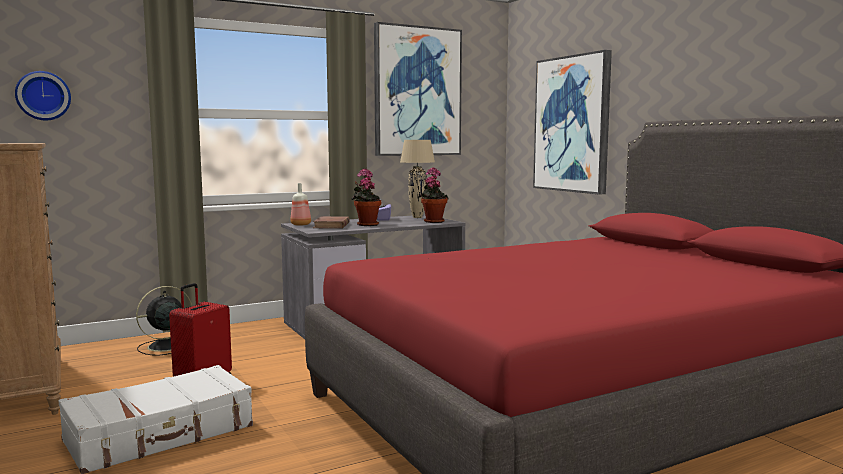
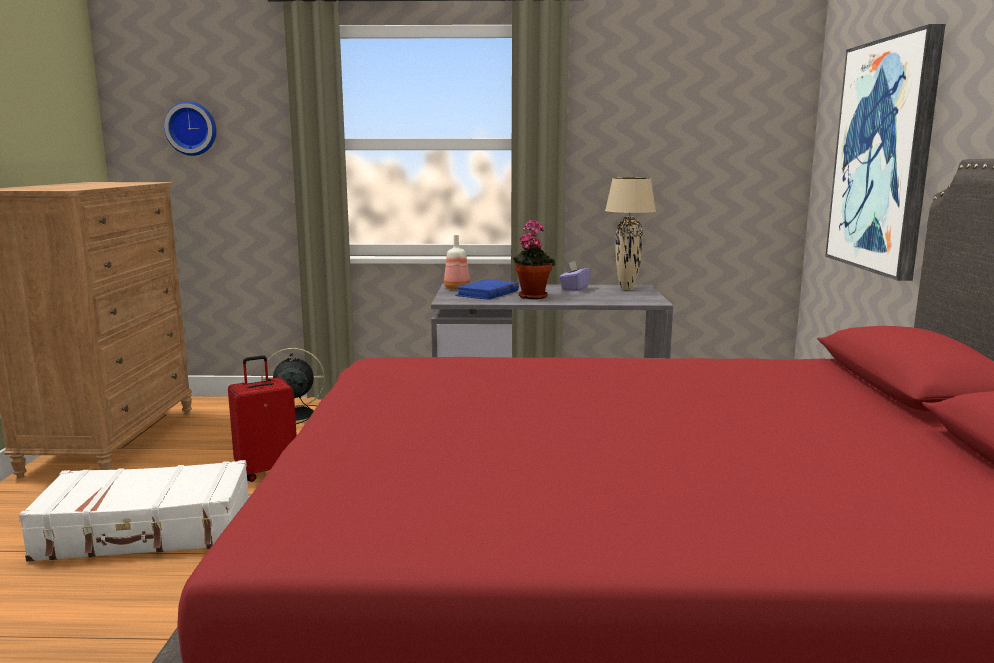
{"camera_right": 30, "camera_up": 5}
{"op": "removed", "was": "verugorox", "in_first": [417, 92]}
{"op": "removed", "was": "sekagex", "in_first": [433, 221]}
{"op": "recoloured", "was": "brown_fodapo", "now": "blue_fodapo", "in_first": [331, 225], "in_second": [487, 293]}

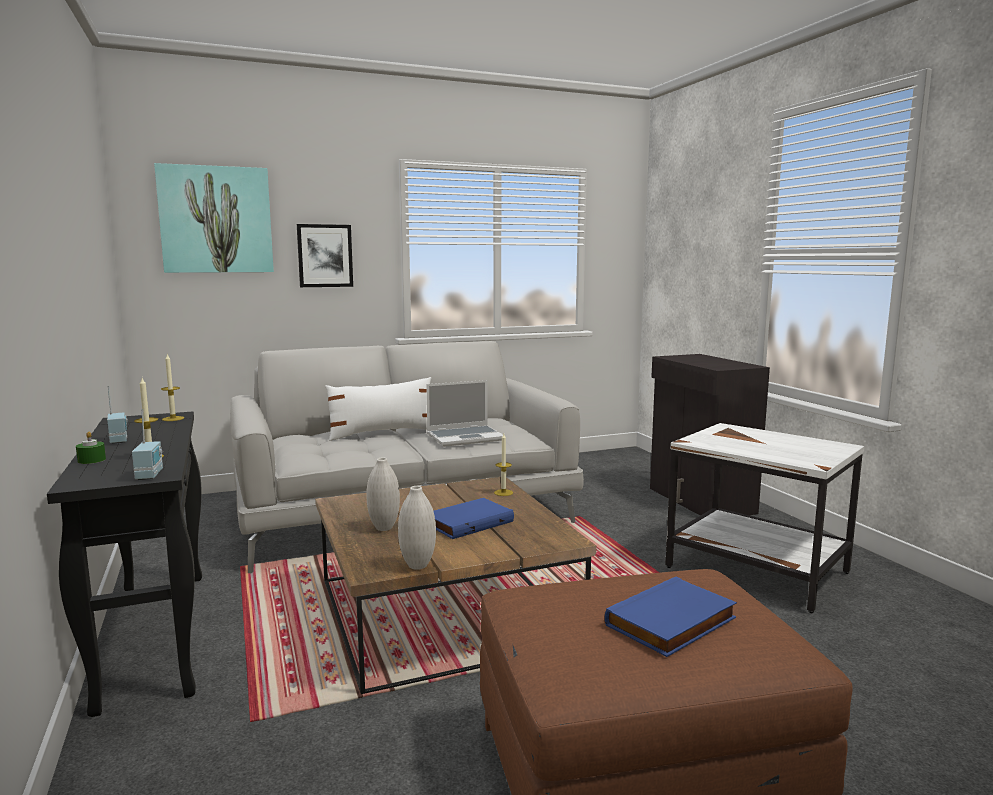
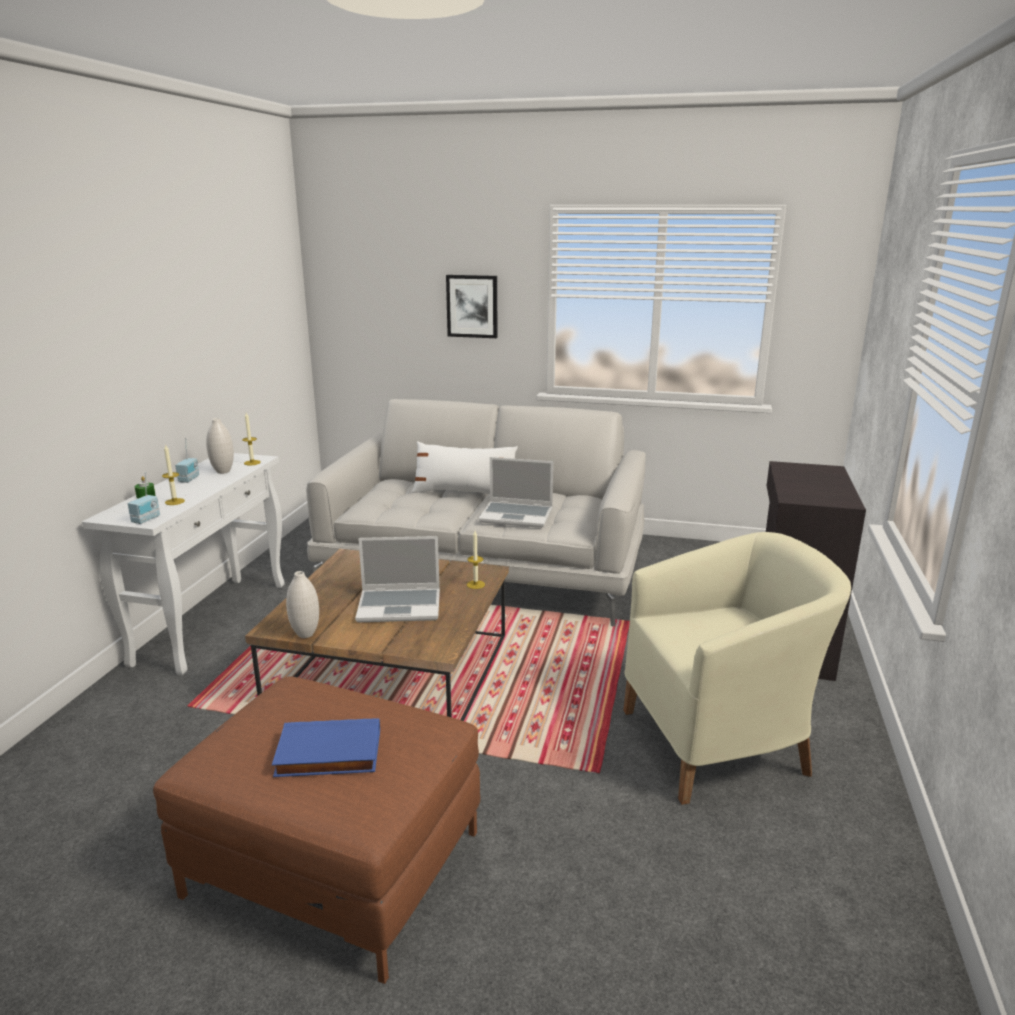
{"camera_right": 35, "camera_up": 10}
{"op": "removed", "was": "verugorox", "in_first": [216, 220]}
{"op": "moved", "was": "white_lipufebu", "in_first": [384, 528], "in_second": [223, 472]}
{"op": "replaced", "was": "blue_fodapo", "now": "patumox", "in_first": [468, 522], "in_second": [400, 606]}
{"op": "replaced", "was": "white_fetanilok", "now": "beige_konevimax", "in_first": [757, 570], "in_second": [719, 743]}
{"op": "recoloured", "was": "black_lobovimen", "now": "white_lobovimen", "in_first": [154, 634], "in_second": [213, 621]}

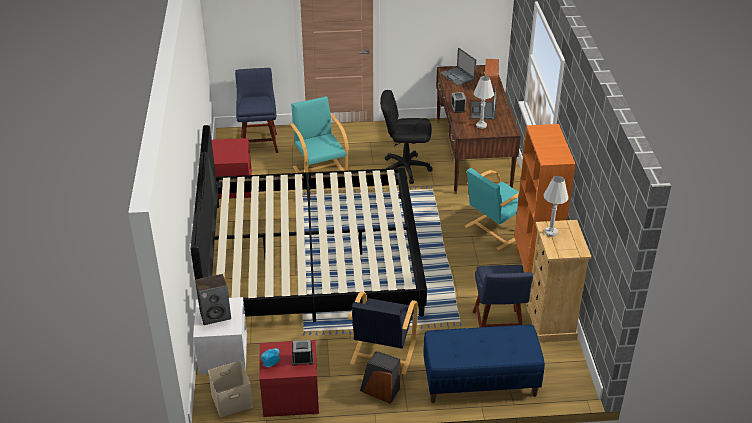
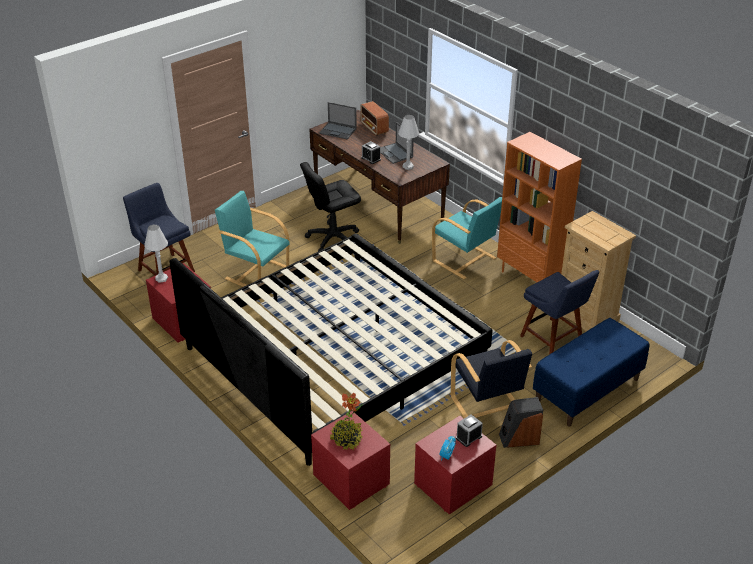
{"camera_right": -35, "camera_up": 0}
{"op": "removed", "was": "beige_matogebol", "in_first": [231, 401]}
{"op": "moved", "was": "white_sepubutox", "in_first": [551, 232], "in_second": [161, 278]}
{"op": "replaced", "was": "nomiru", "now": "sekagex", "in_first": [215, 315], "in_second": [346, 439]}
{"op": "recoloured", "was": "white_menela", "now": "red_menela", "in_first": [223, 354], "in_second": [350, 480]}
{"op": "turned", "was": "turquoise_konevimax", "in_first": [495, 230], "in_second": [465, 260], "clockwise": -60}

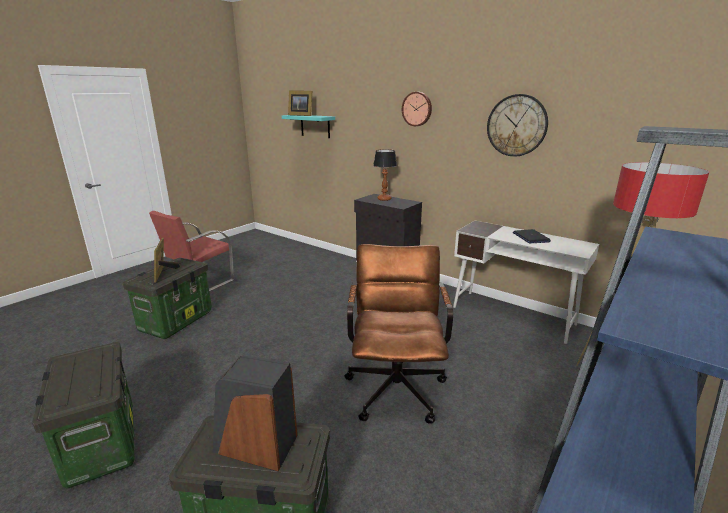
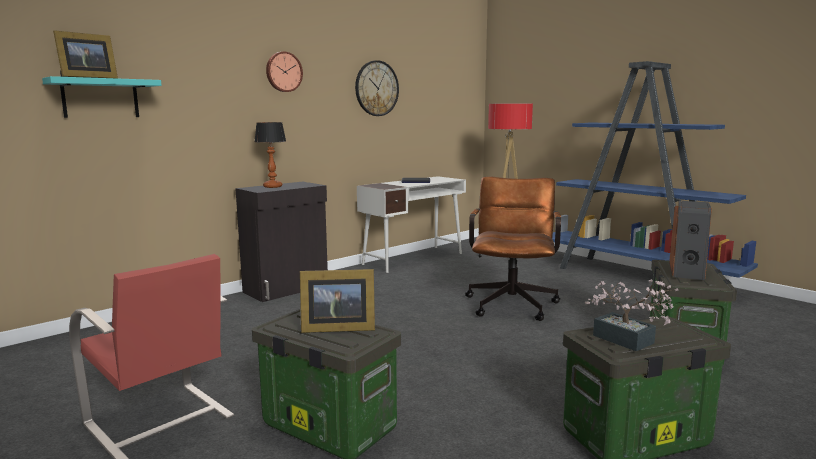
{"camera_right": -80, "camera_up": -10}
{"op": "added", "now": "sekagex", "in_second": [628, 341]}
{"op": "turned", "was": "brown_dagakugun", "in_first": [396, 384], "in_second": [512, 302], "clockwise": 90}

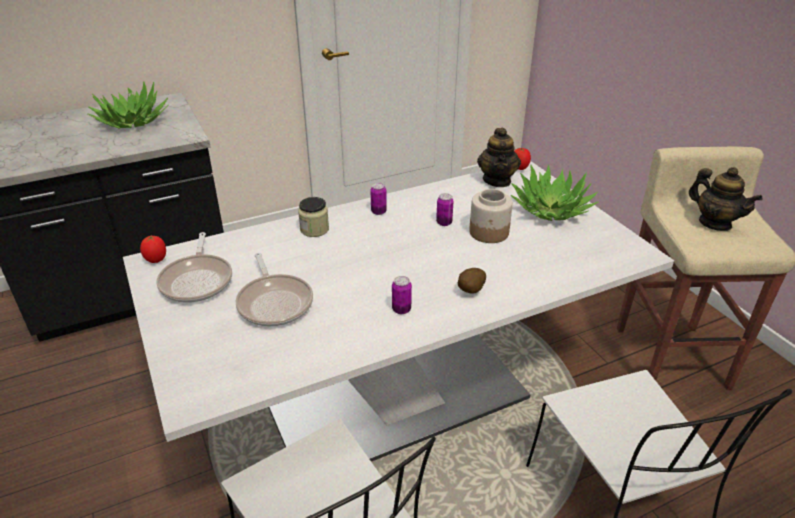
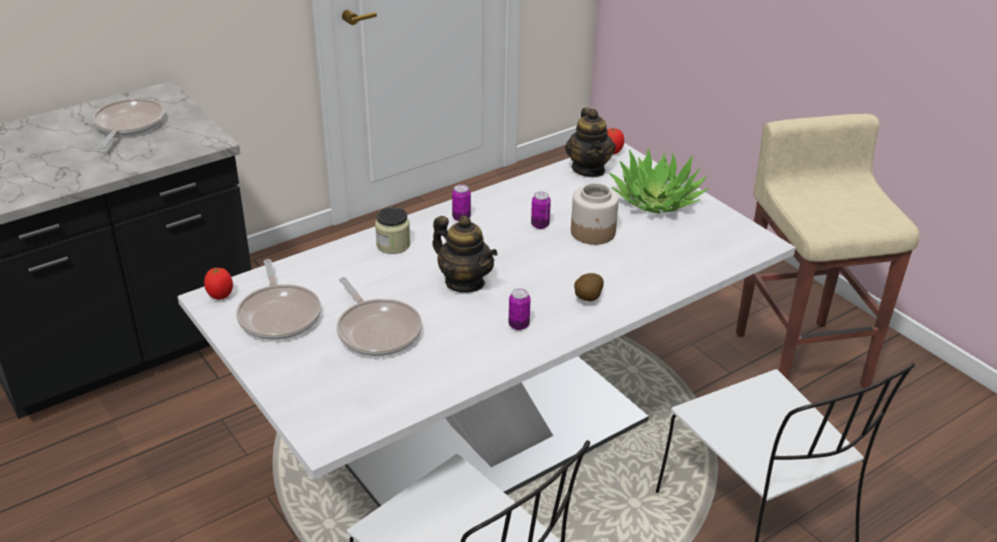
{"camera_right": -10, "camera_up": 0}
{"op": "moved", "was": "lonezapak", "in_first": [714, 223], "in_second": [464, 282]}
{"op": "replaced", "was": "sekagex", "now": "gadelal", "in_first": [132, 121], "in_second": [128, 125]}

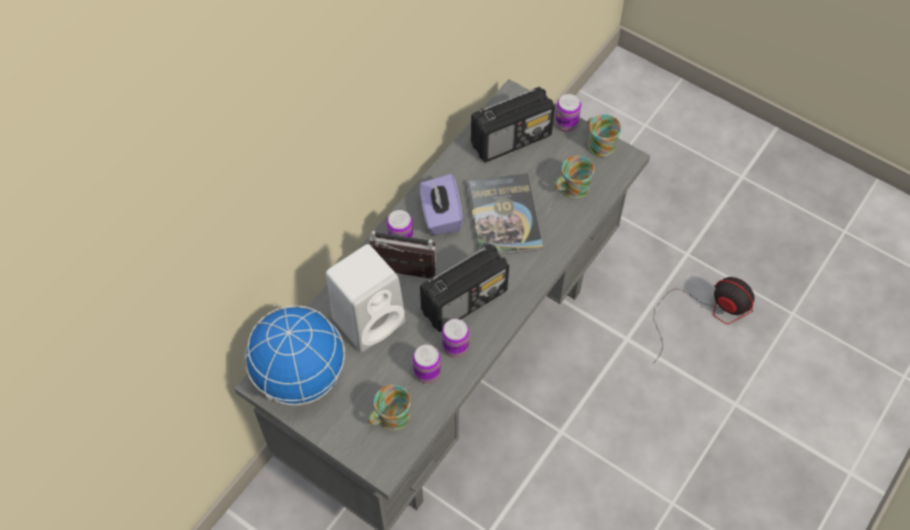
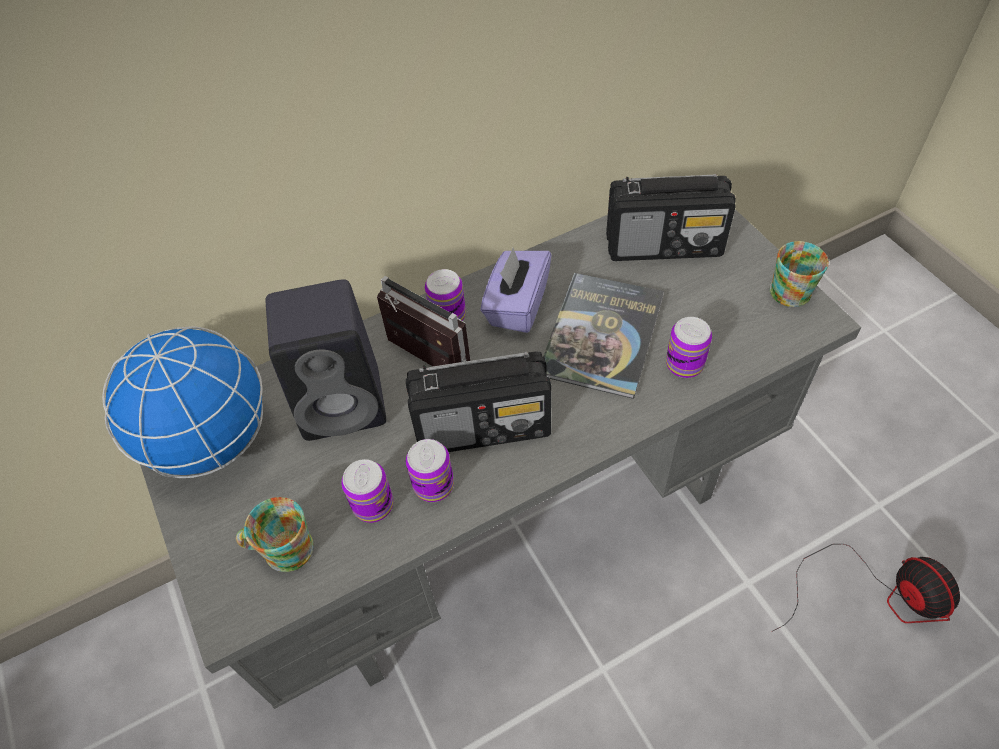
{"camera_right": 30, "camera_up": -5}
{"op": "removed", "was": "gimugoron", "in_first": [571, 188]}
{"op": "moved", "was": "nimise", "in_first": [566, 123], "in_second": [684, 364]}
{"op": "recoloured", "was": "white_nomiru", "now": "black_nomiru", "in_first": [370, 319], "in_second": [345, 402]}

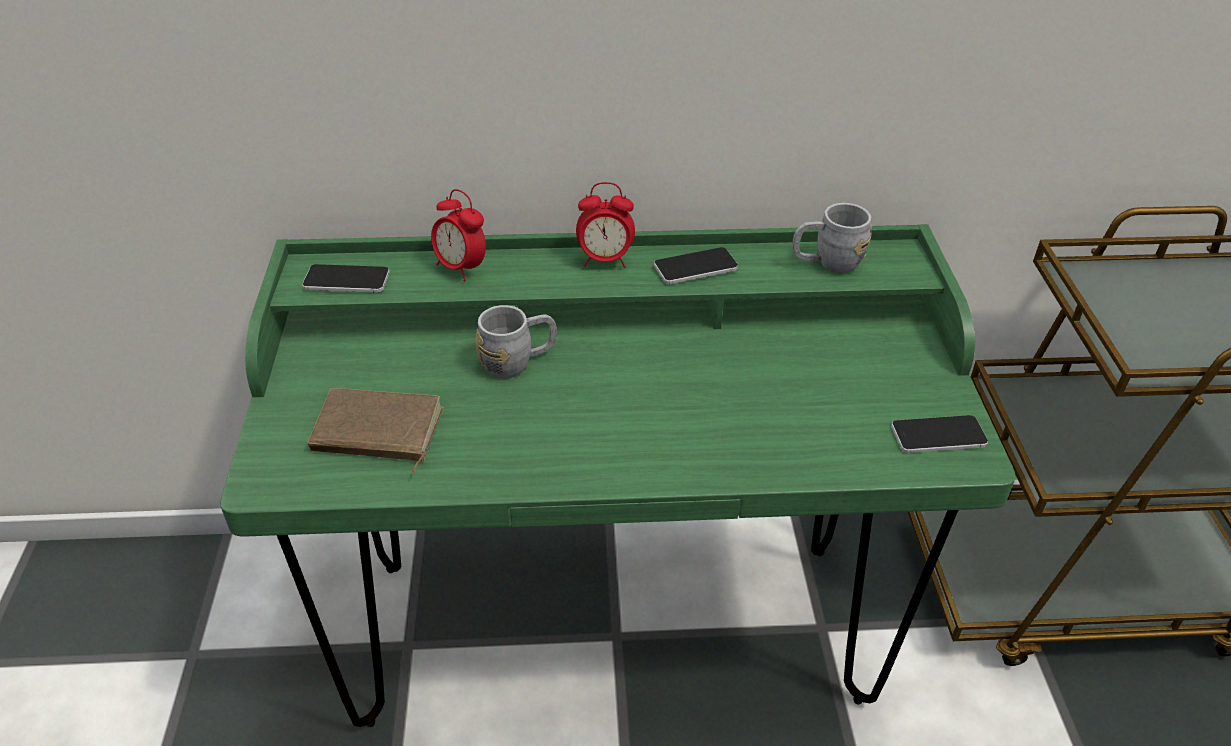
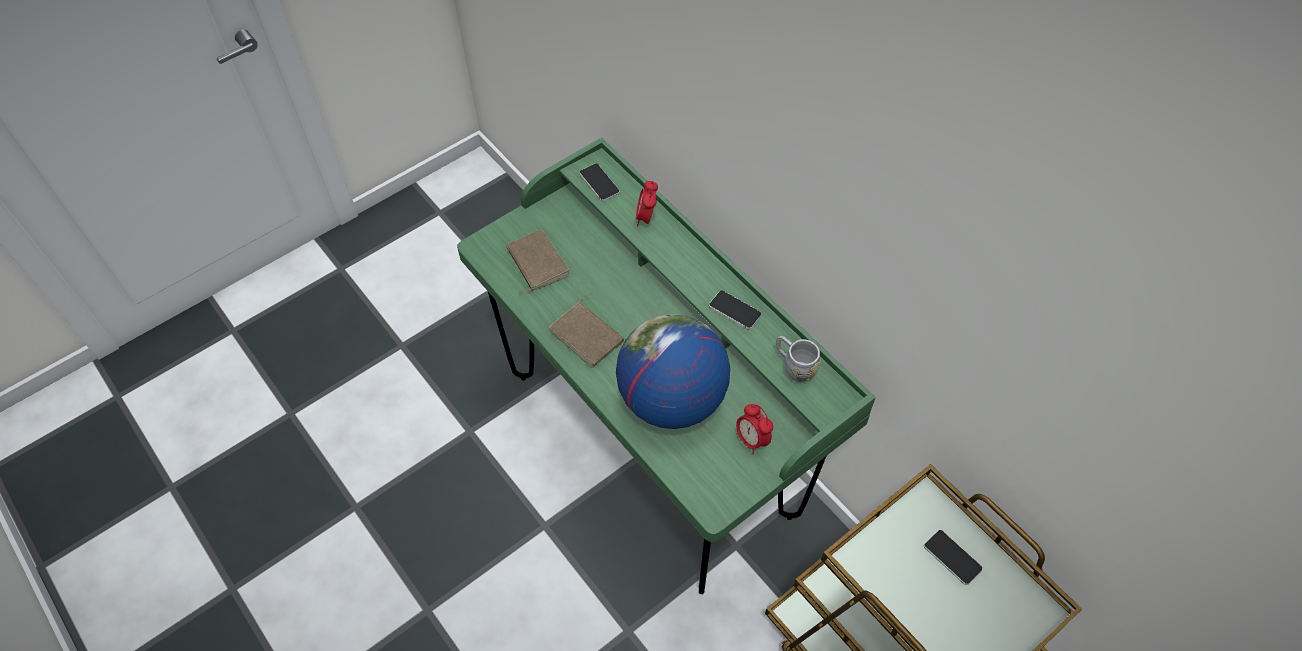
{"camera_right": 55, "camera_up": 15}
{"op": "removed", "was": "grey_gimugoron", "in_first": [518, 362]}
{"op": "added", "now": "brown_fodapo", "in_second": [588, 335]}
{"op": "added", "now": "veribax", "in_second": [671, 399]}
{"op": "moved", "was": "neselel", "in_first": [605, 260], "in_second": [752, 439]}
{"op": "moved", "was": "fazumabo", "in_first": [938, 435], "in_second": [952, 557]}

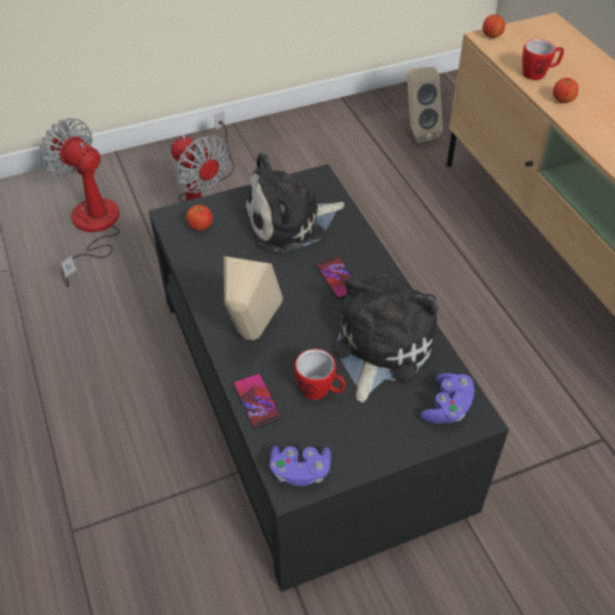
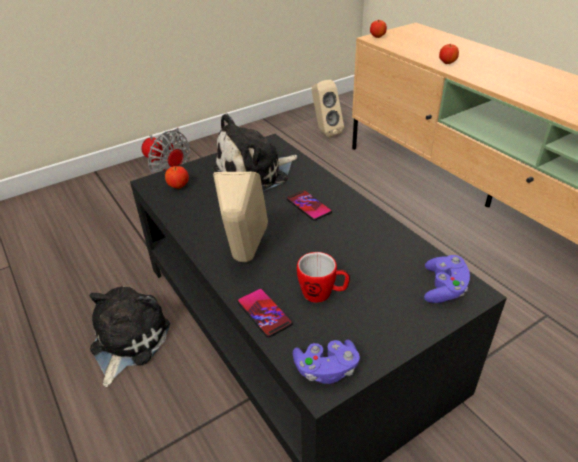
{"camera_right": -10, "camera_up": -10}
{"op": "removed", "was": "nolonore", "in_first": [92, 229]}
{"op": "removed", "was": "gimugoron", "in_first": [538, 74]}
{"op": "moved", "was": "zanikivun", "in_first": [380, 347], "in_second": [127, 341]}

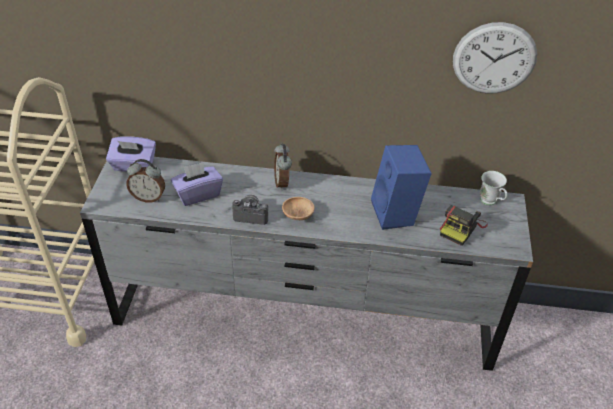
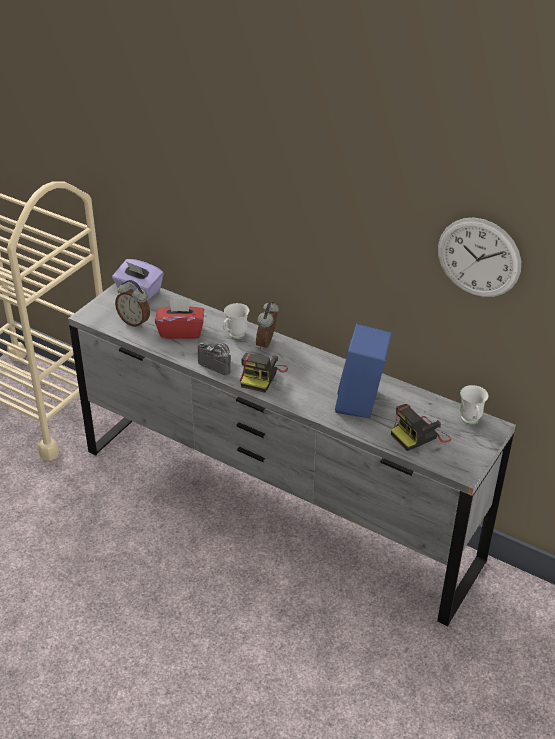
{"camera_right": 25, "camera_up": -5}
{"op": "added", "now": "white_gimugoron", "in_second": [234, 336]}
{"op": "replaced", "was": "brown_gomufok", "now": "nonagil", "in_first": [298, 215], "in_second": [262, 376]}
{"op": "recoloured", "was": "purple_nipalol", "now": "red_nipalol", "in_first": [198, 194], "in_second": [181, 331]}

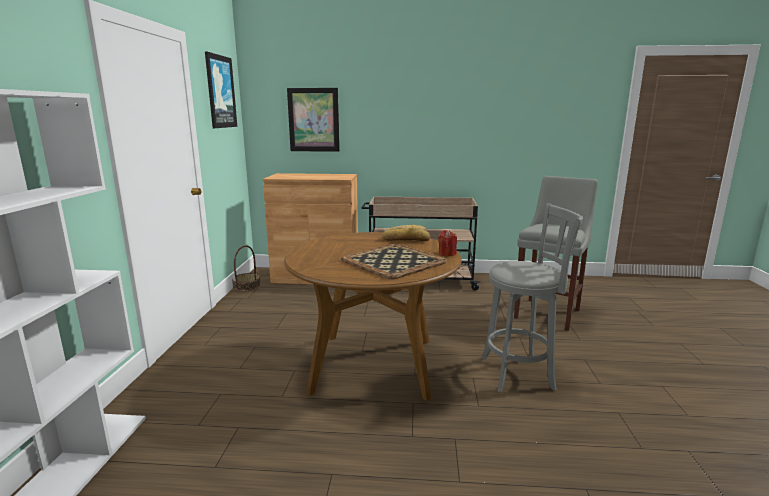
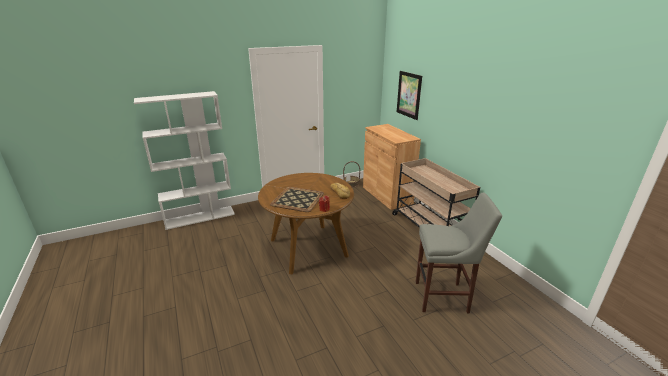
{"camera_right": 60, "camera_up": 10}
{"op": "removed", "was": "verugorox", "in_first": [220, 92]}
{"op": "removed", "was": "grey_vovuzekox", "in_first": [521, 373]}

